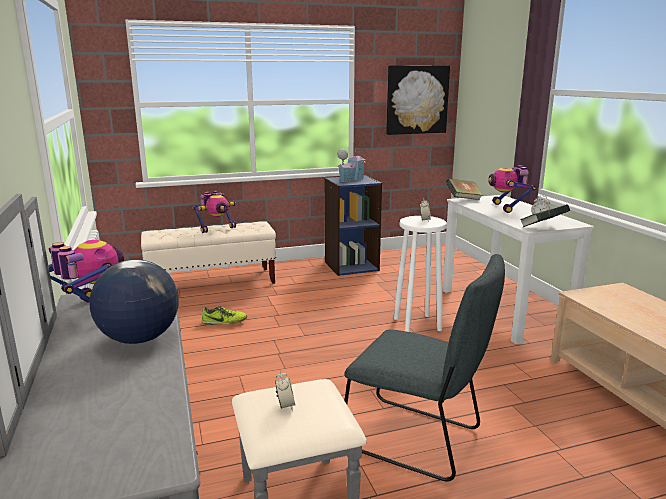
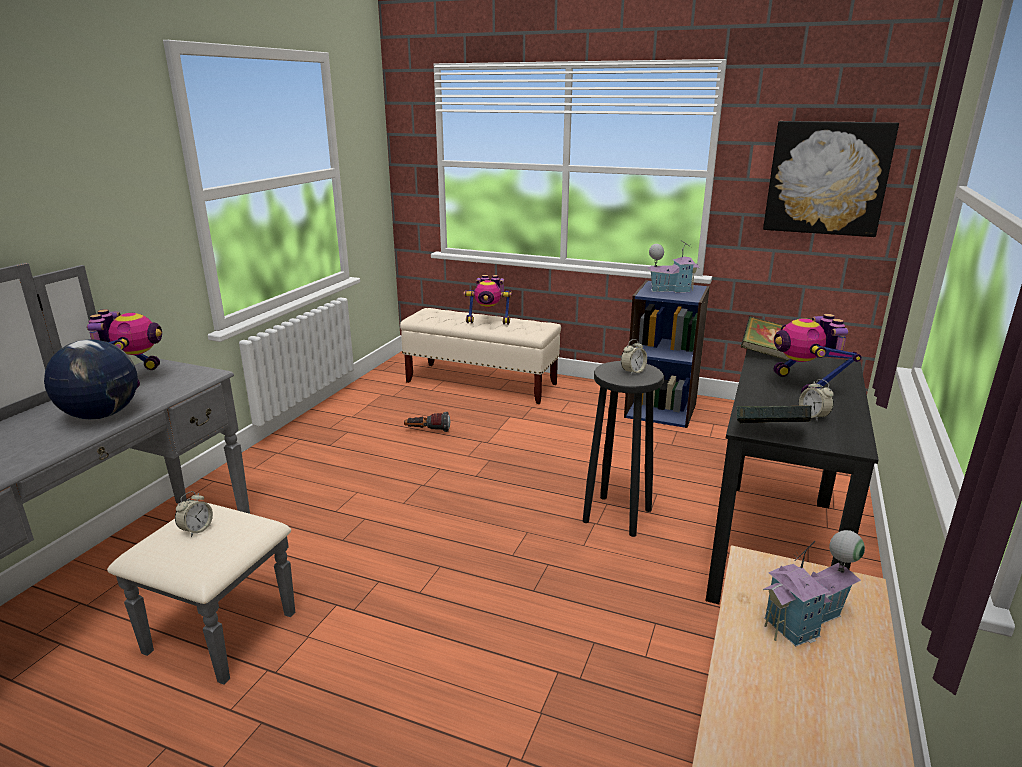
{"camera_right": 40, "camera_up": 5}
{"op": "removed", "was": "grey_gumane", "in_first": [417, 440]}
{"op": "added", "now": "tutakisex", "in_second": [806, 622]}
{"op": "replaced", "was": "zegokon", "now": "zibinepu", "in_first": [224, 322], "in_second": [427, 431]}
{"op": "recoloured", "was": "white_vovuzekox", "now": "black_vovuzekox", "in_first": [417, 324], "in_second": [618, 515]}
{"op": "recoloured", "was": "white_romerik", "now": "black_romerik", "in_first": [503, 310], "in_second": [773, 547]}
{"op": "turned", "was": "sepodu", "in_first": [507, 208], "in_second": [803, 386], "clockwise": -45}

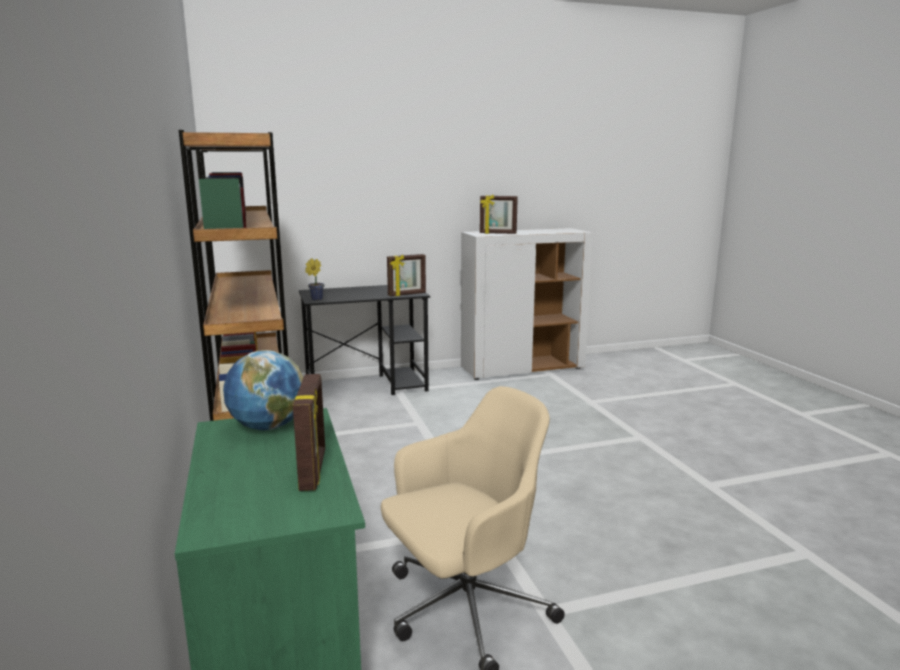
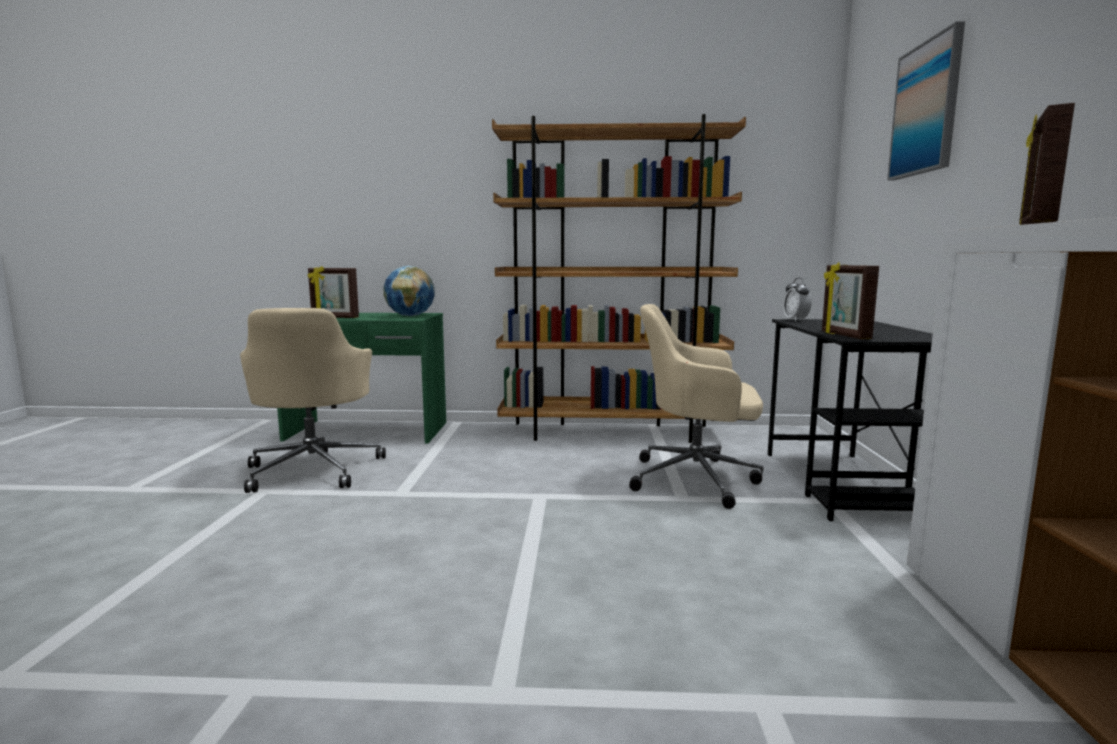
{"camera_right": 110, "camera_up": -5}
{"op": "added", "now": "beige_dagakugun", "in_second": [697, 479]}
{"op": "added", "now": "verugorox", "in_second": [926, 108]}
{"op": "replaced", "was": "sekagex", "now": "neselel", "in_first": [315, 299], "in_second": [795, 320]}

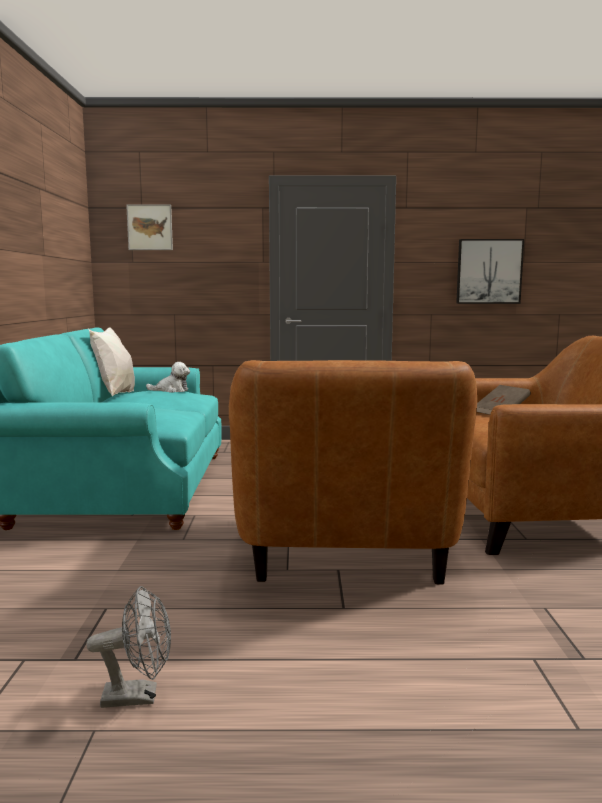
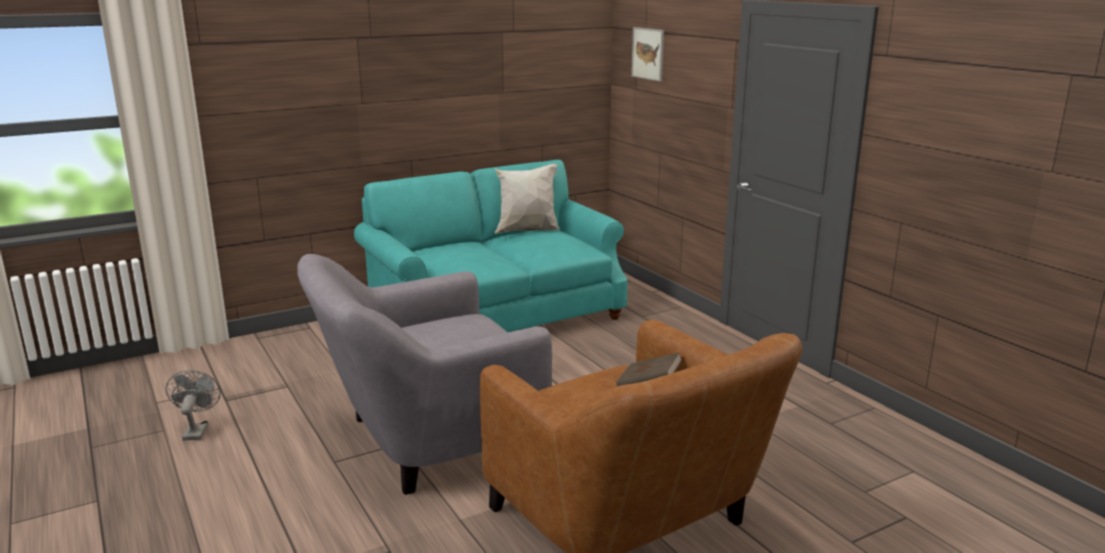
{"camera_right": 60, "camera_up": 10}
{"op": "removed", "was": "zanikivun", "in_first": [171, 390]}
{"op": "removed", "was": "verugorox", "in_first": [489, 271]}
{"op": "recoloured", "was": "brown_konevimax", "now": "grey_konevimax", "in_first": [346, 556], "in_second": [428, 440]}
{"op": "turned", "was": "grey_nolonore", "in_first": [139, 696], "in_second": [196, 430], "clockwise": -150}

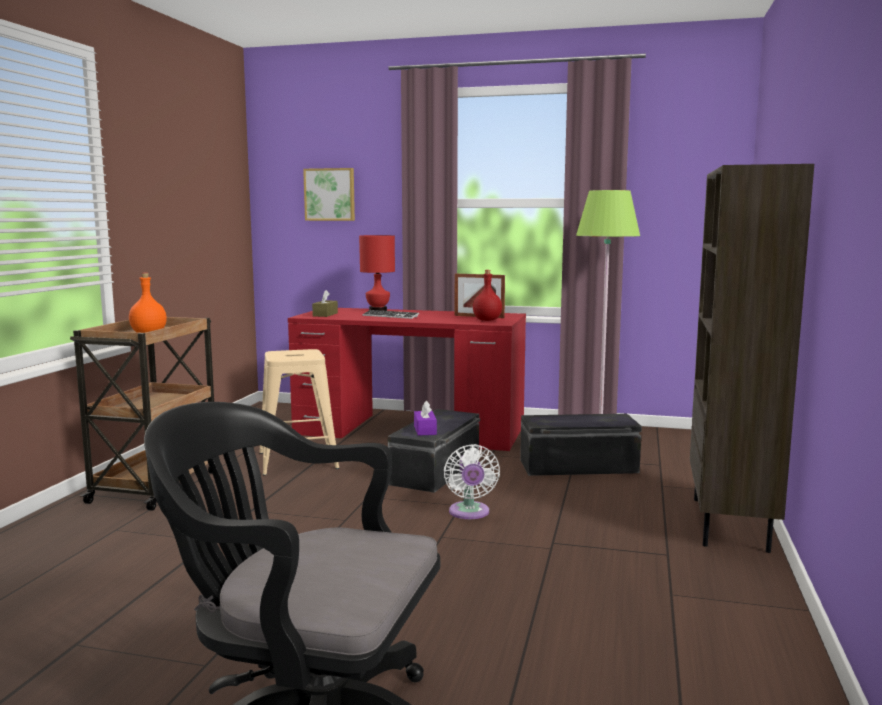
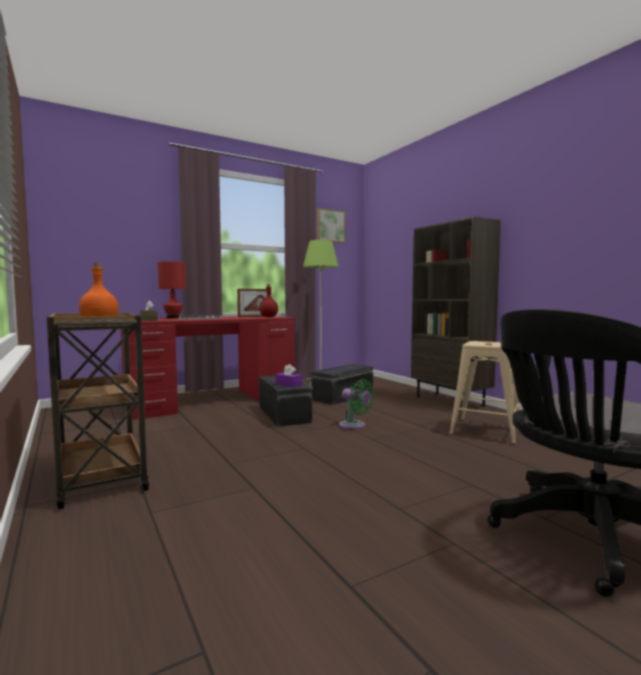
{"camera_right": -45, "camera_up": -5}
{"op": "moved", "was": "beige_vovuzekox", "in_first": [298, 460], "in_second": [485, 430]}
{"op": "moved", "was": "verugorox", "in_first": [330, 194], "in_second": [330, 226]}
{"op": "recoloured", "was": "white_nolonore", "now": "green_nolonore", "in_first": [469, 513], "in_second": [354, 426]}

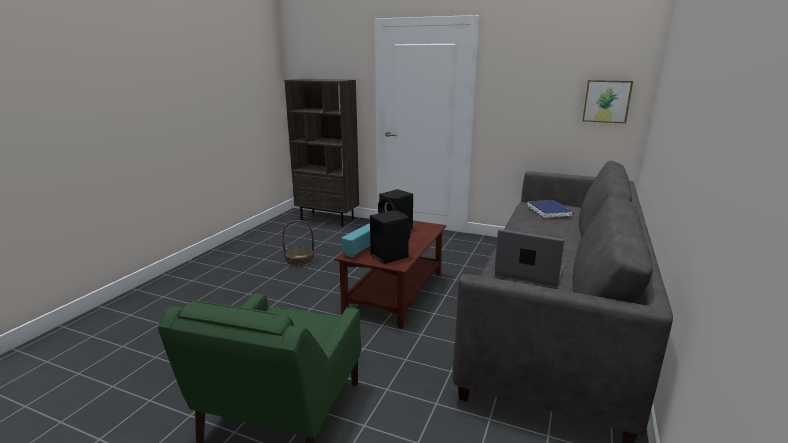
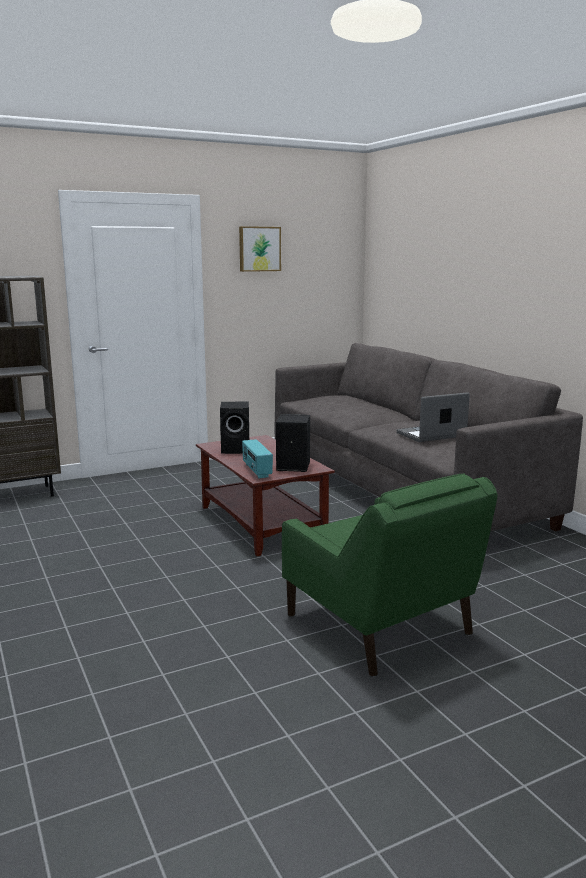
{"camera_right": -50, "camera_up": -5}
{"op": "removed", "was": "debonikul", "in_first": [299, 261]}
{"op": "removed", "was": "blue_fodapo", "in_first": [549, 211]}
{"op": "moved", "was": "verugorox", "in_first": [606, 101], "in_second": [259, 249]}

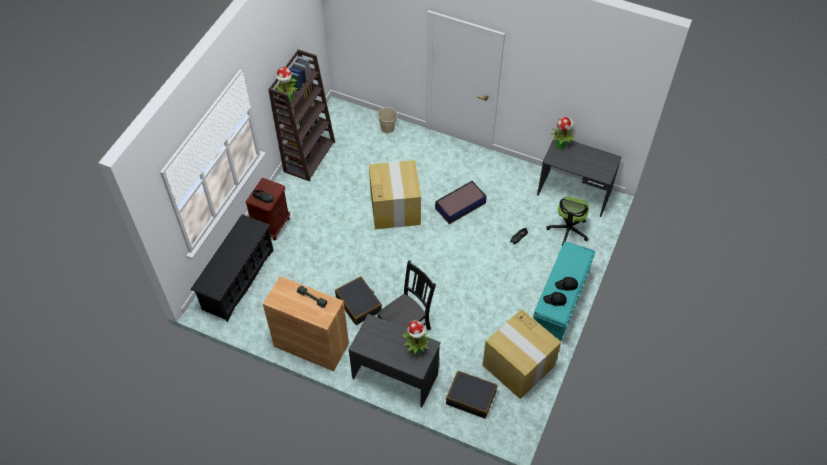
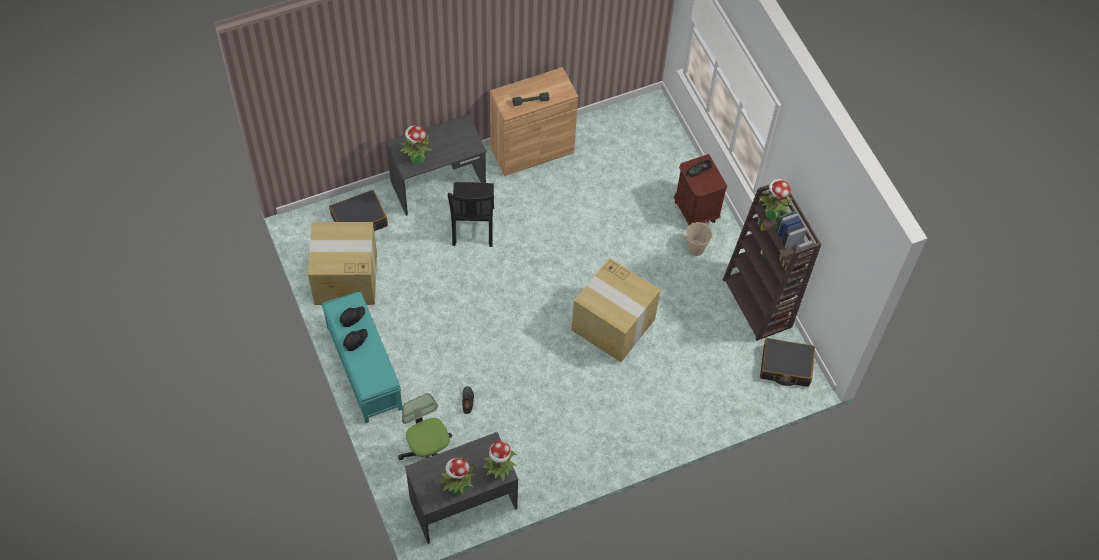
{"camera_right": 130, "camera_up": 5}
{"op": "removed", "was": "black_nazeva", "in_first": [238, 280]}
{"op": "removed", "was": "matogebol", "in_first": [461, 206]}
{"op": "added", "now": "sekagex", "in_second": [457, 487]}
{"op": "moved", "was": "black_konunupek", "in_first": [359, 304], "in_second": [785, 366]}
{"op": "moved", "was": "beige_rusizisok", "in_first": [388, 128], "in_second": [695, 248]}

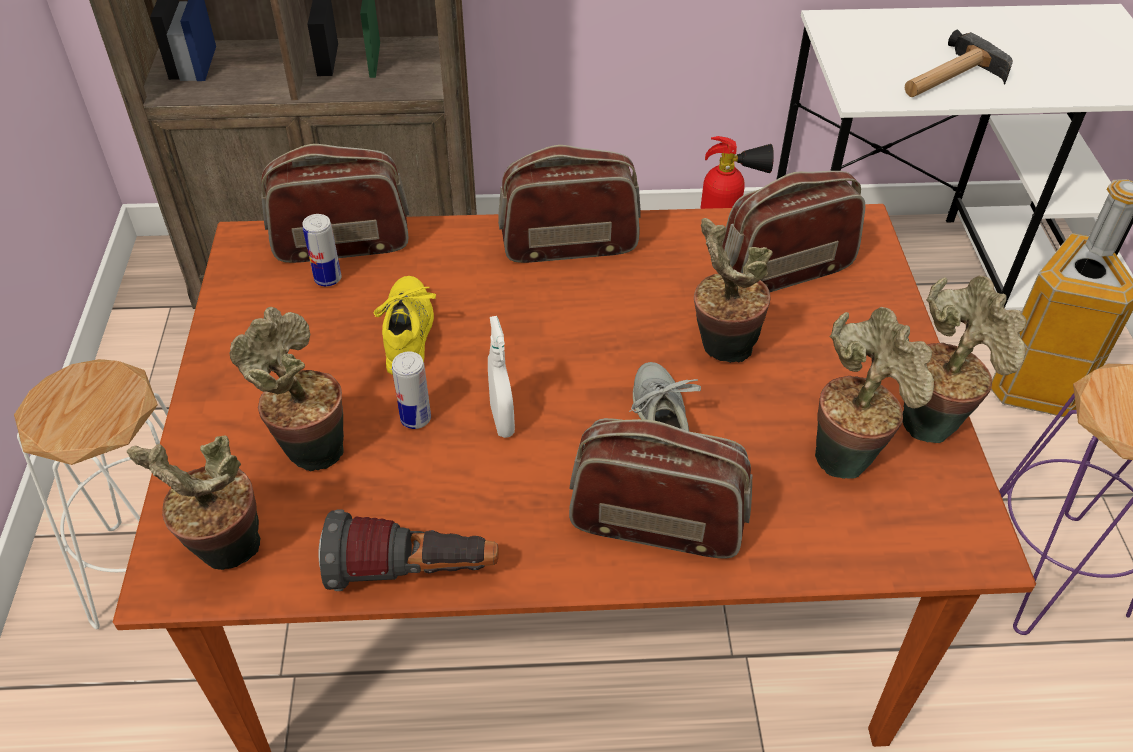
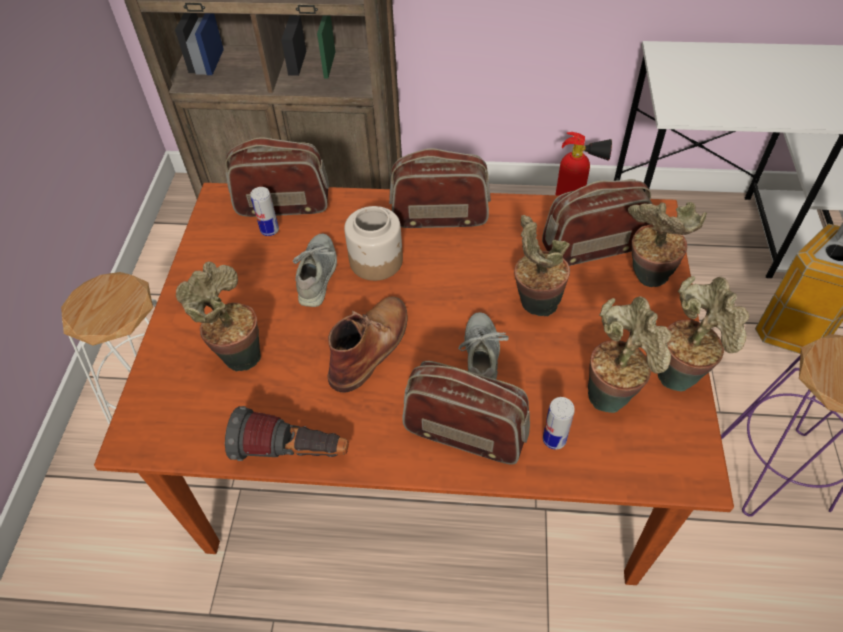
{"camera_right": 10, "camera_up": 5}
{"op": "removed", "was": "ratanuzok", "in_first": [949, 79]}
{"op": "added", "now": "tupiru", "in_second": [377, 260]}
{"op": "moved", "was": "sekagex", "in_first": [224, 552], "in_second": [647, 278]}
{"op": "moved", "was": "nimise", "in_first": [415, 419], "in_second": [554, 439]}
{"op": "replaced", "was": "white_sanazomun", "now": "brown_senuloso", "in_first": [502, 420], "in_second": [371, 346]}
{"op": "recoloured", "was": "yellow_zegokon", "now": "grey_zegokon", "in_first": [409, 332], "in_second": [318, 274]}

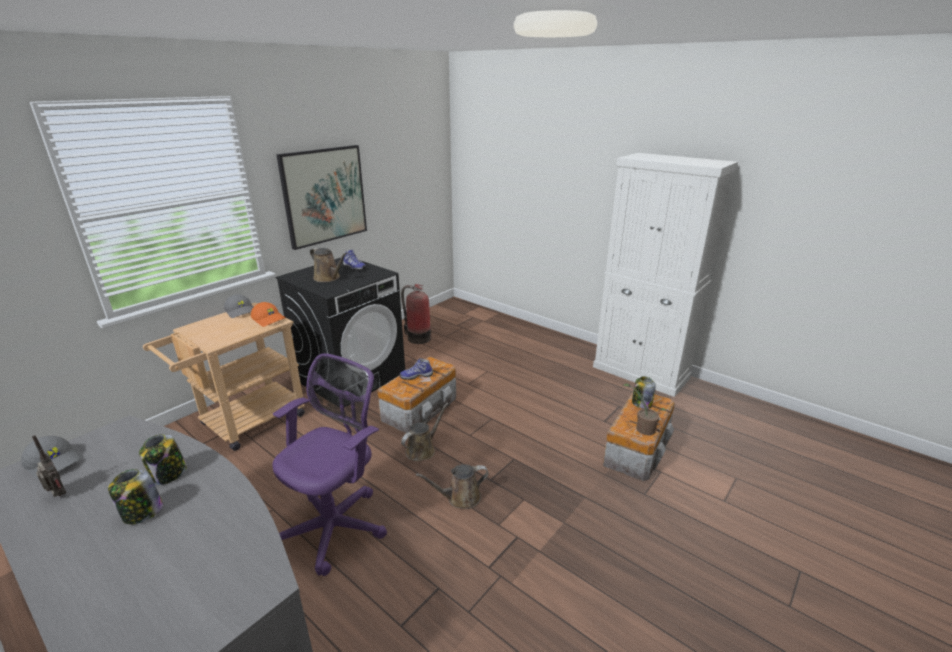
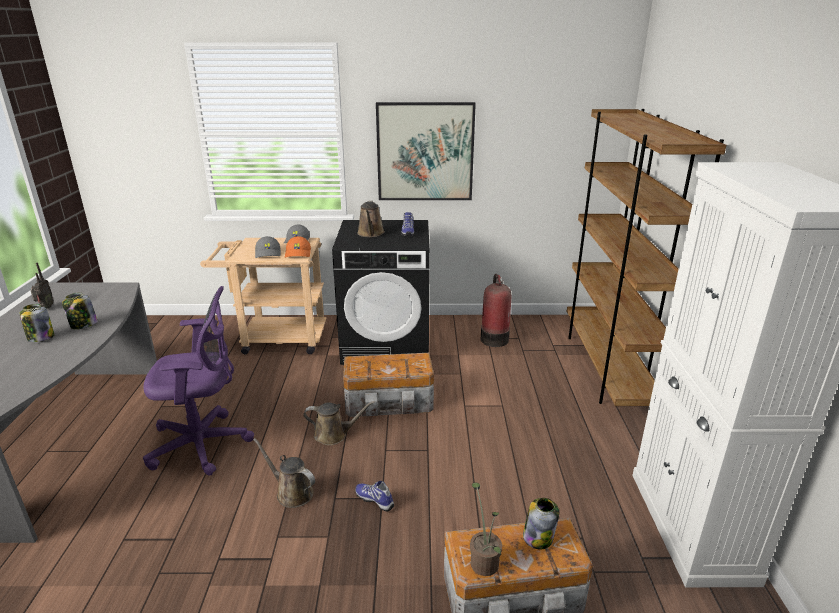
{"camera_right": 50, "camera_up": 0}
{"op": "added", "now": "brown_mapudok", "in_second": [607, 368]}
{"op": "moved", "was": "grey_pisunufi", "in_first": [55, 462], "in_second": [268, 253]}
{"op": "moved", "was": "zegokon", "in_first": [416, 376], "in_second": [375, 499]}

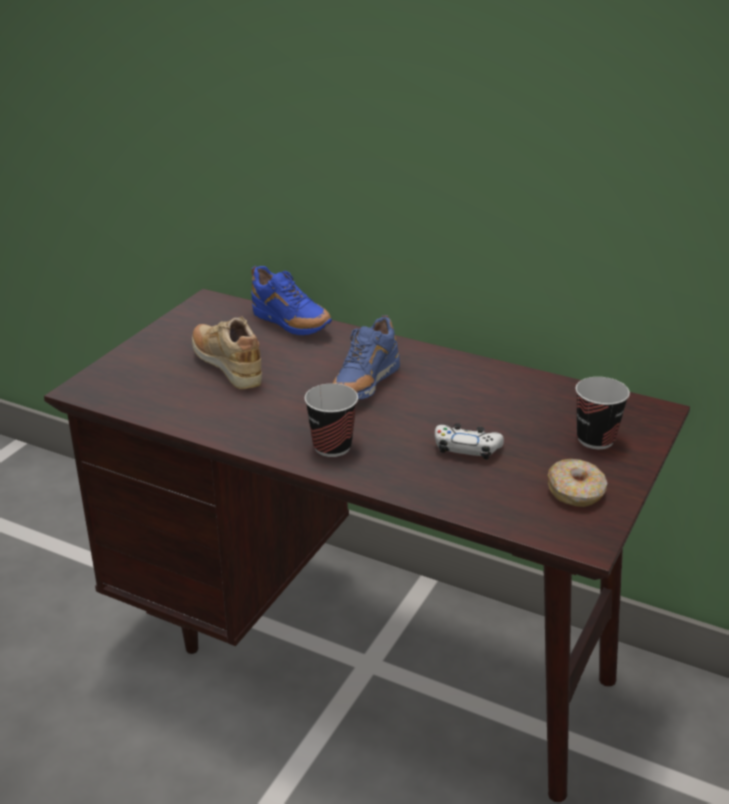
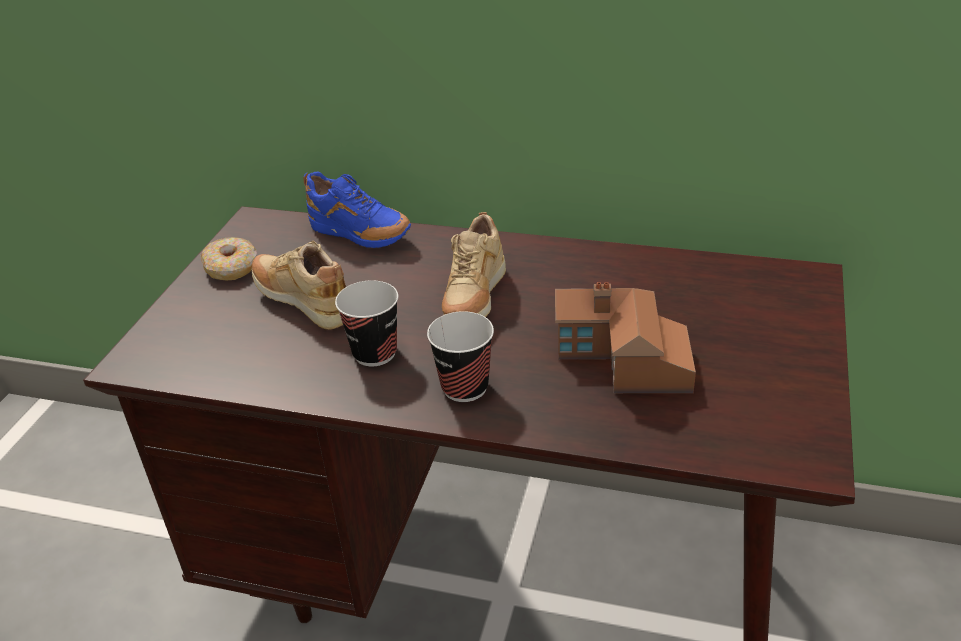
{"camera_right": -10, "camera_up": 5}
{"op": "moved", "was": "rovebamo", "in_first": [576, 492], "in_second": [232, 267]}
{"op": "moved", "was": "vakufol", "in_first": [595, 439], "in_second": [375, 353]}
{"op": "replaced", "was": "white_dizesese", "now": "tutakisex", "in_first": [467, 448], "in_second": [623, 361]}
{"op": "recoloured", "was": "blue_zegokon", "now": "beige_zegokon", "in_first": [364, 386], "in_second": [474, 301]}

